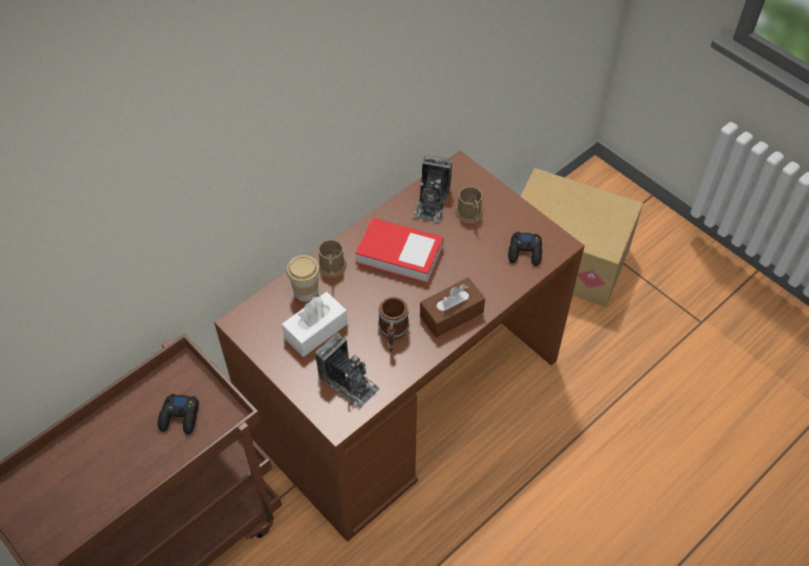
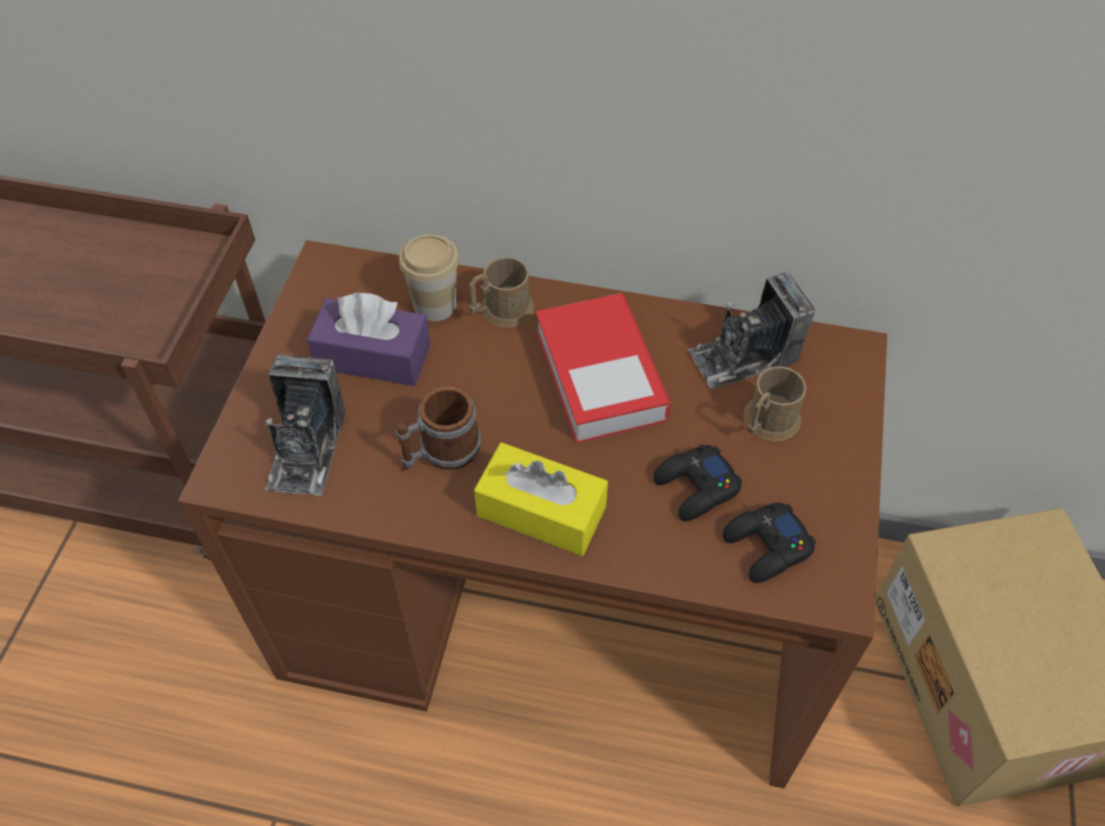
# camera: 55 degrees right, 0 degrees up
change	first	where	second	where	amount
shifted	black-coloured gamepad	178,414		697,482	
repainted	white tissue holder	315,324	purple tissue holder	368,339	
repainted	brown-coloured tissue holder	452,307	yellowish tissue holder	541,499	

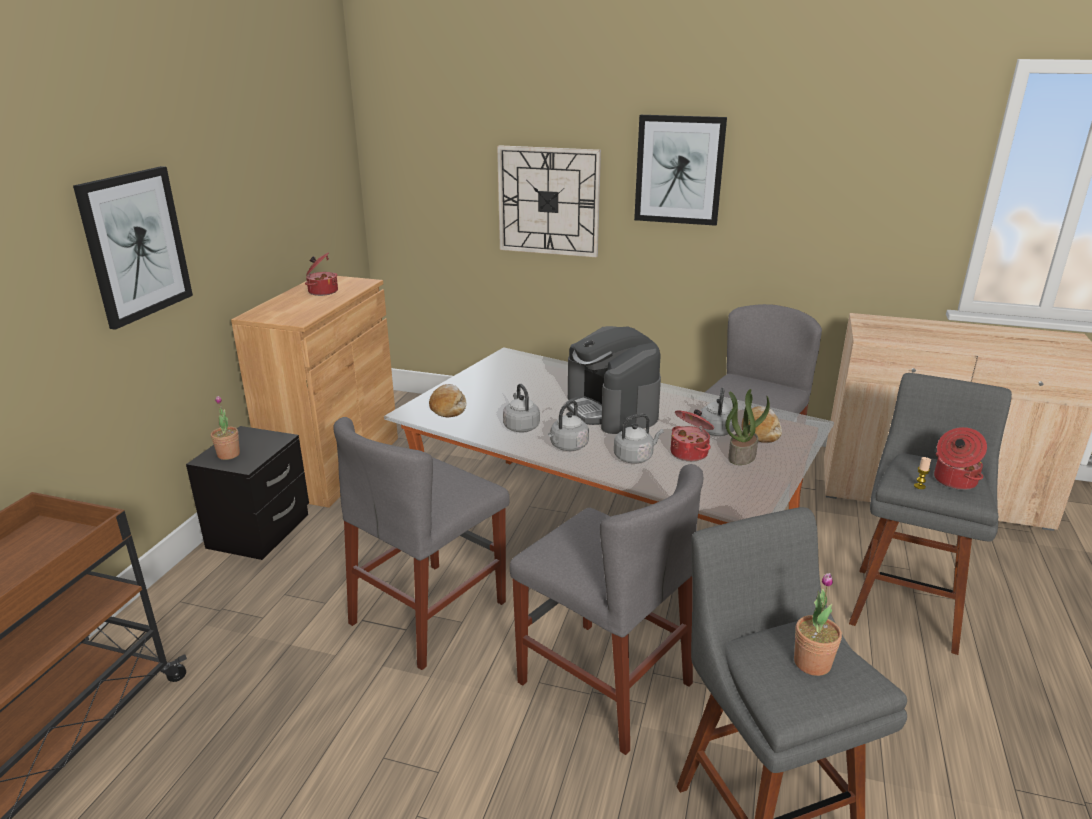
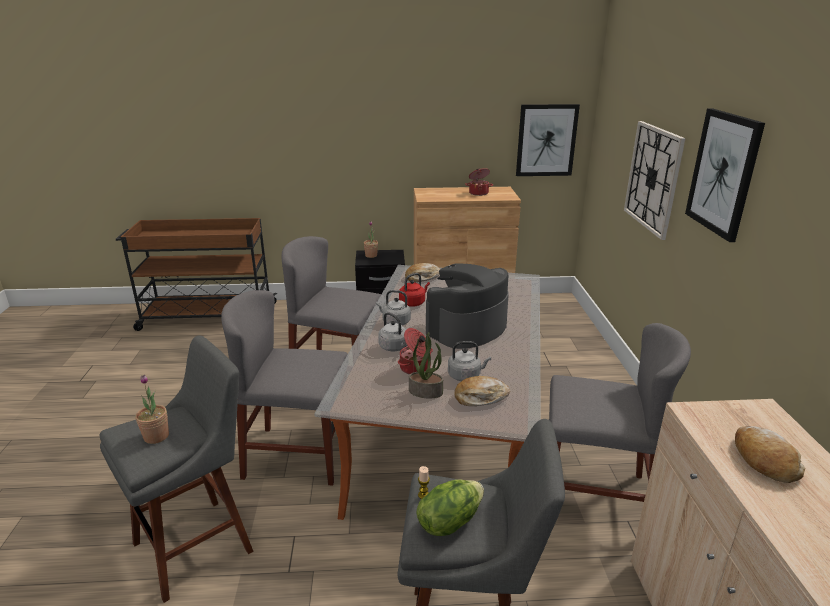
# camera: 70 degrees right, 0 degrees up
change	first	where	second	where	amount
new			bread	770,454	
shifted	picture	133,248		548,140	
swapped	saucepot	960,458	head of lettuce	450,507	
repainted	grey water kettle	521,408	reddish water kettle	414,290	
rotated	grey plain chair	606,609		285,388	75 degrees clockwise

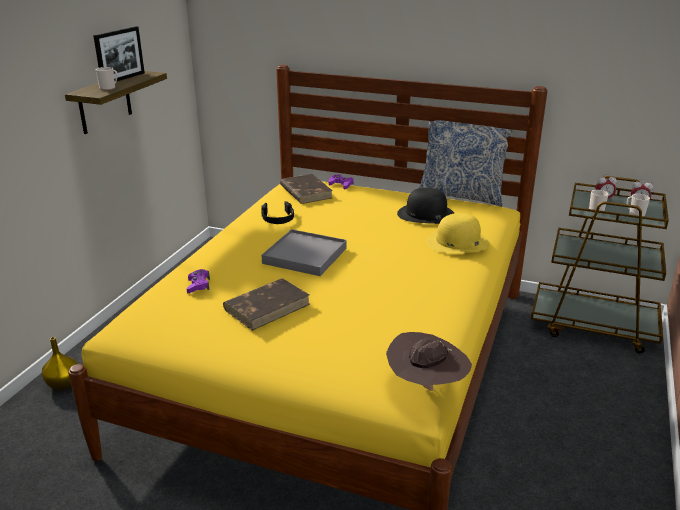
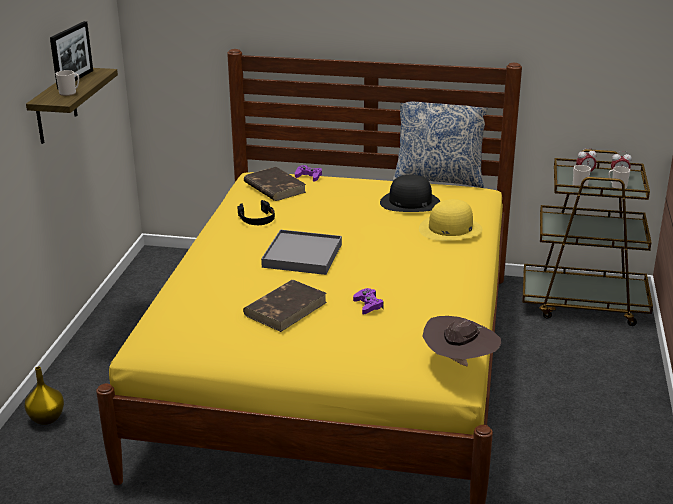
# camera: 10 degrees left, 0 degrees up
change	first	where	second	where	amount
shifted	purple gamepad	198,281		368,301	

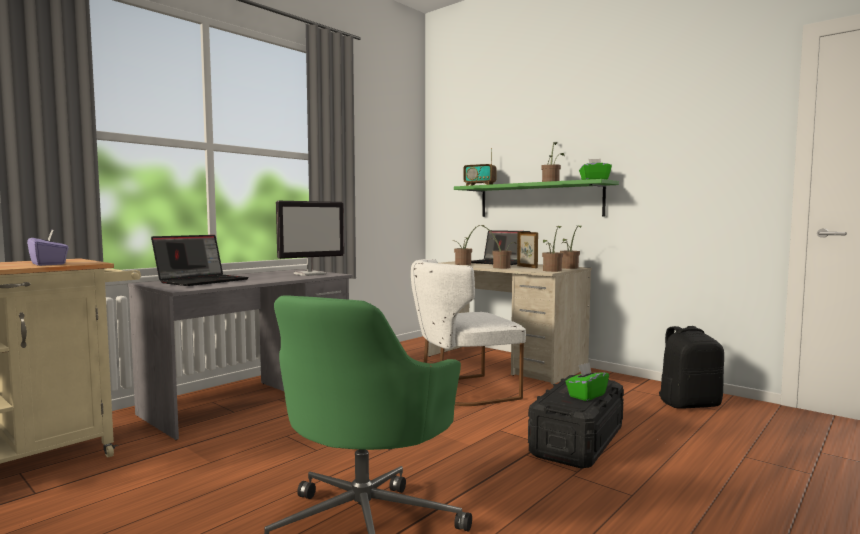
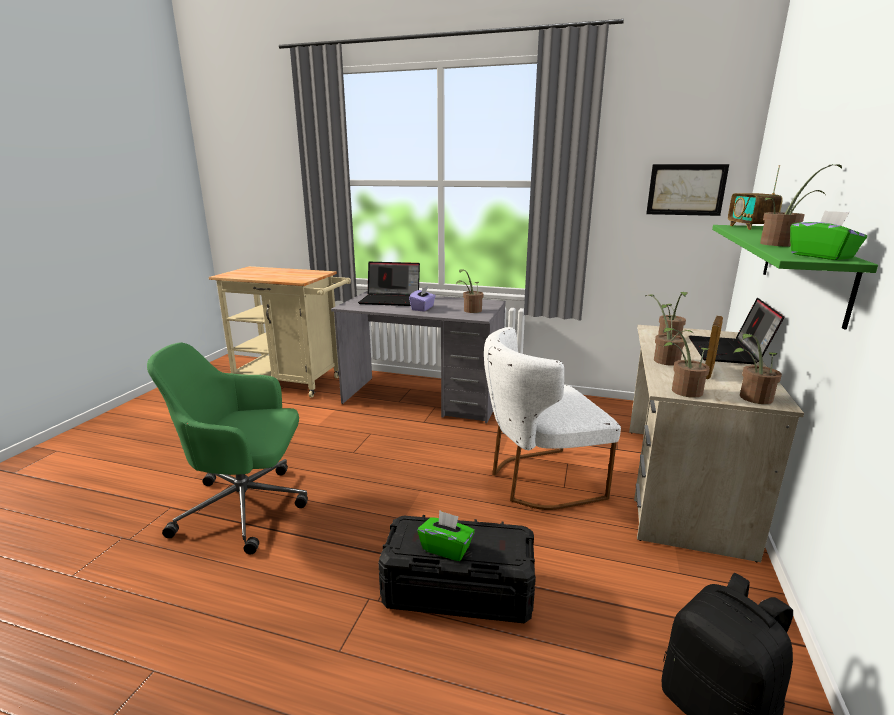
# camera: 65 degrees right, 15 degrees up
change	first	where	second	where	amount
new			picture	687,190	
shifted	purple tissue holder	48,248		422,298	
swapped	computer screen	310,238	potted plant	469,291	
rotated	white plain chair	468,332		552,418	60 degrees counterclockwise

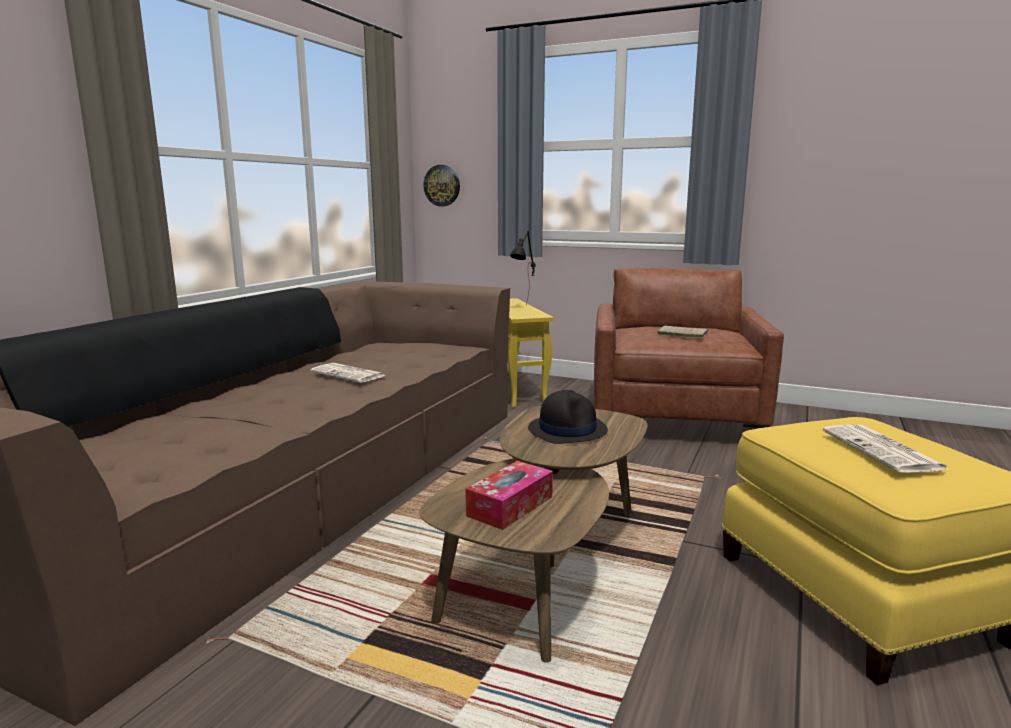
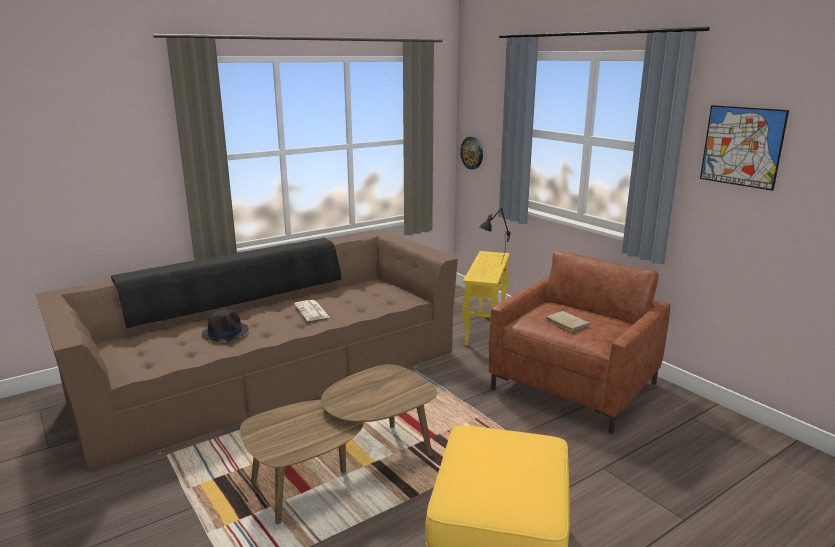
# camera: 30 degrees right, 5 degrees up
change	first	where	second	where	amount
gone	tissue holder	509,495			
gone	daily paper	886,448			
new			picture	744,148	
shifted	black-coloured hat	568,417		225,325	

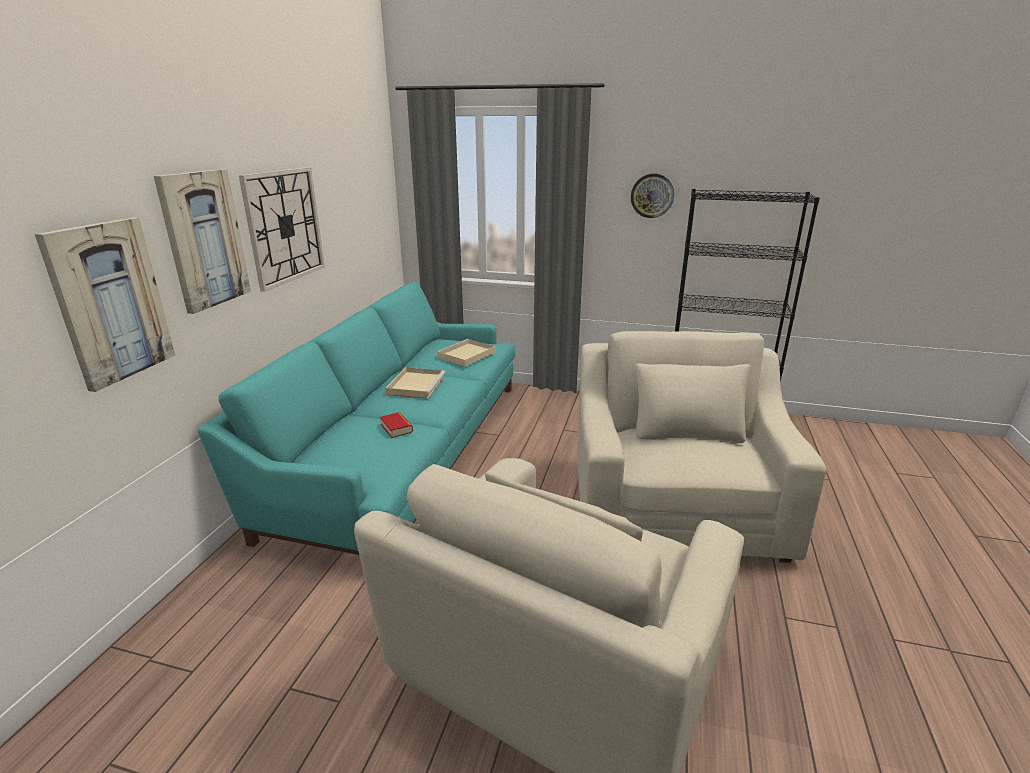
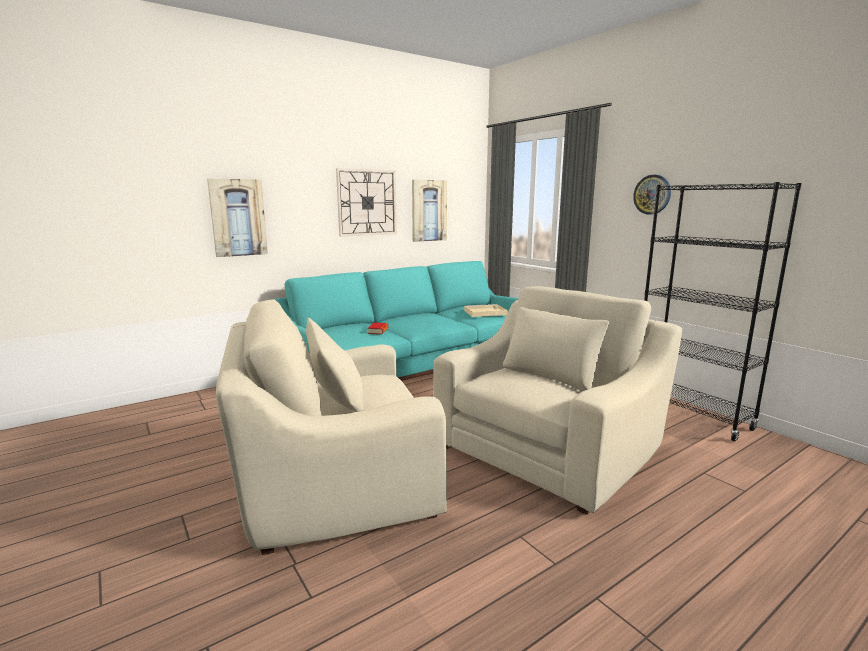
# camera: 40 degrees right, 10 degrees down
change	first	where	second	where	amount
gone	sand-coloured carrying tray	415,383			
shifted	picture	202,241		429,211	

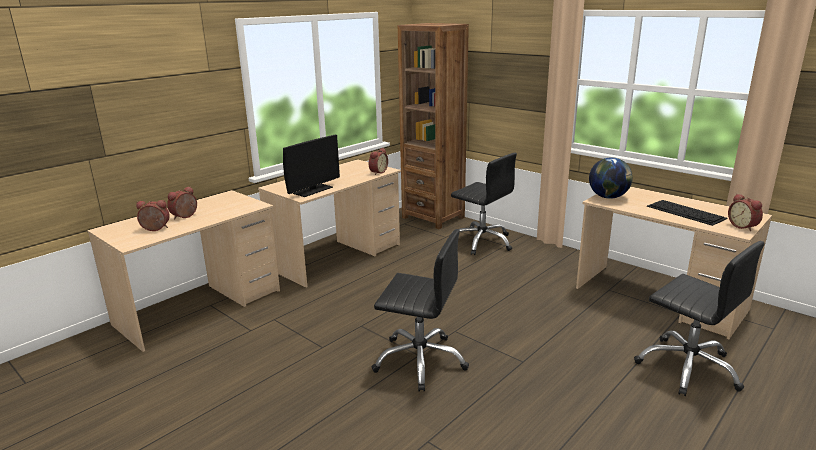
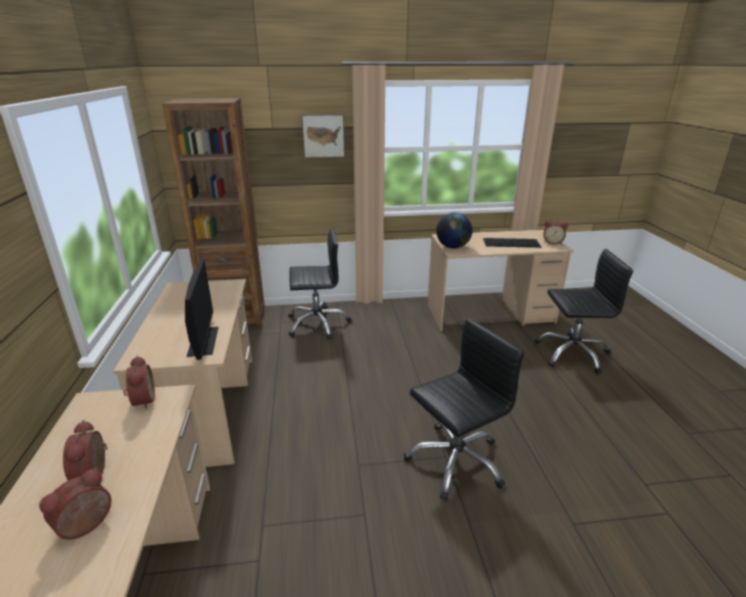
# camera: 50 degrees left, 5 degrees up
change	first	where	second	where	amount
new			picture	323,136	
shifted	table clock	378,161		139,382	

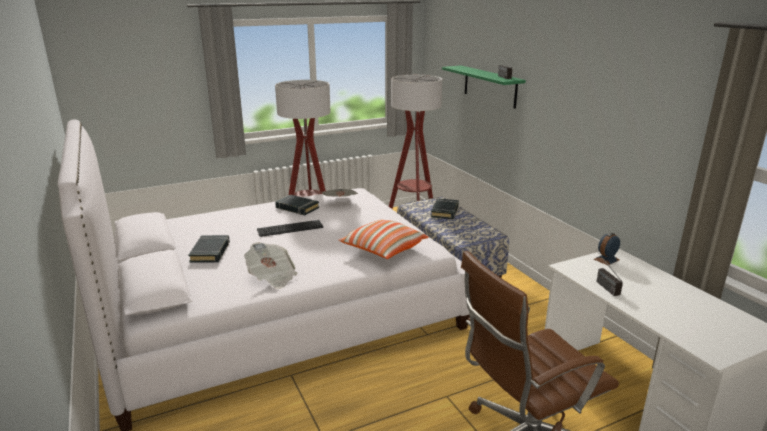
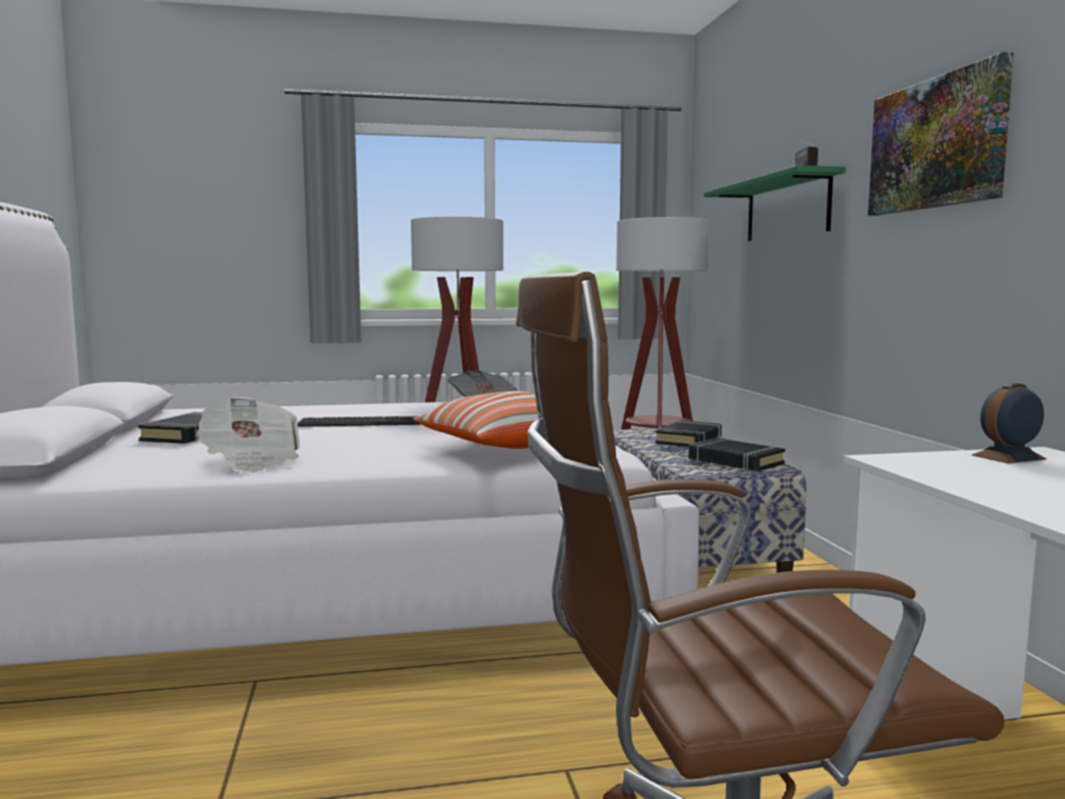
# camera: 15 degrees right, 15 degrees down
change	first	where	second	where	amount
gone	radio set	609,275			
new			picture	941,134	
shifted	black-coloured volume	297,205		736,454	

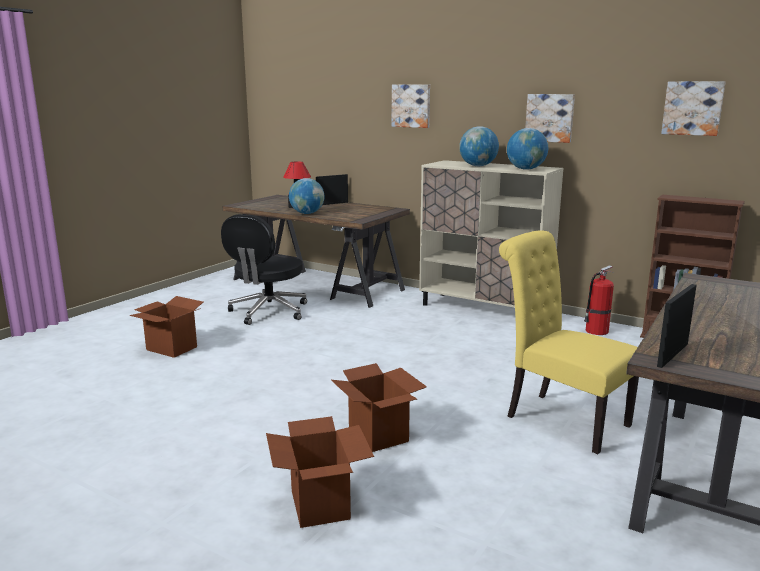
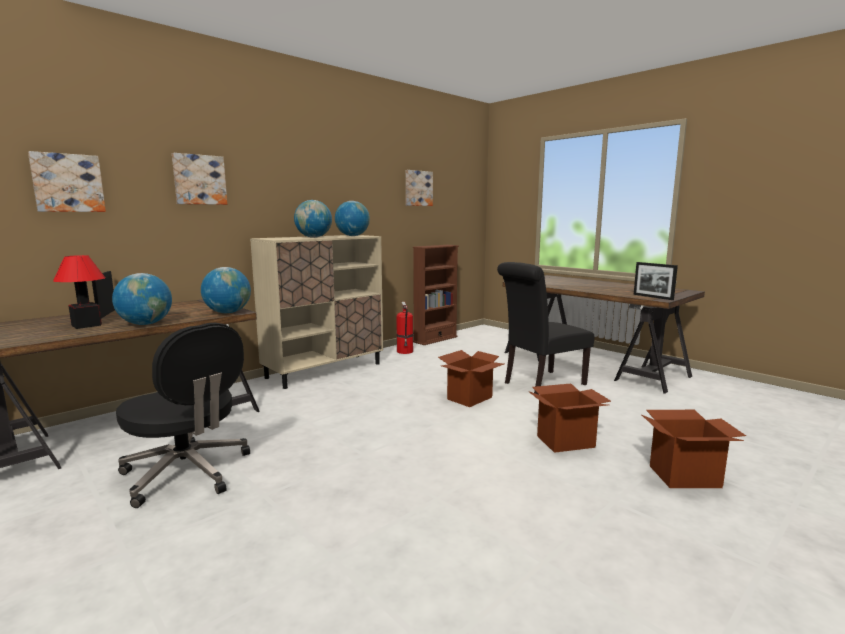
# camera: 75 degrees left, 5 degrees down
change	first	where	second	where	amount
new			globe	226,290	
shifted	carton	166,327		471,378	
shifted	picture	550,118		67,181	
repainted	yellowish plain chair	569,342	black-coloured plain chair	545,328	

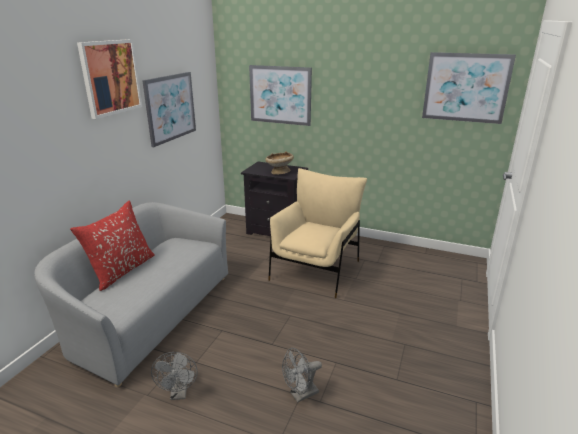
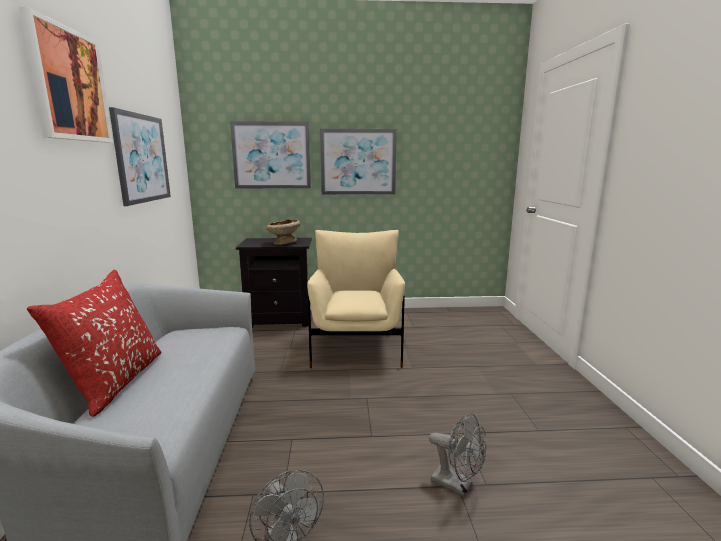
# camera: 25 degrees left, 10 degrees down
change	first	where	second	where	amount
shifted	picture	469,88		358,162	
rotated	grey fan	302,375		458,455	90 degrees counterclockwise

